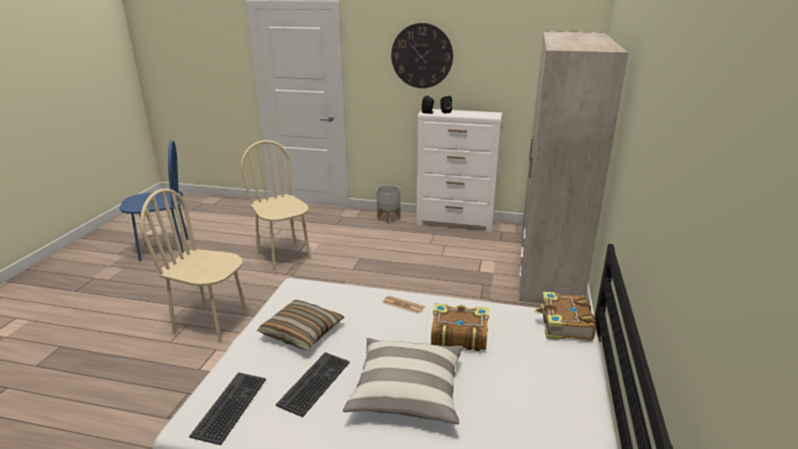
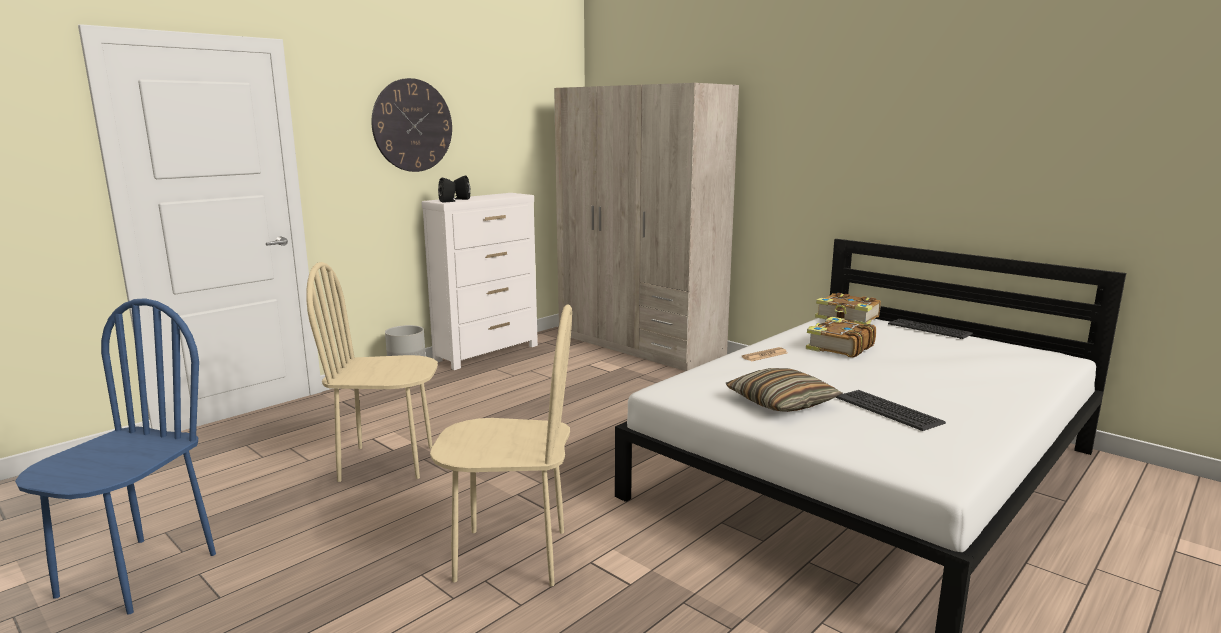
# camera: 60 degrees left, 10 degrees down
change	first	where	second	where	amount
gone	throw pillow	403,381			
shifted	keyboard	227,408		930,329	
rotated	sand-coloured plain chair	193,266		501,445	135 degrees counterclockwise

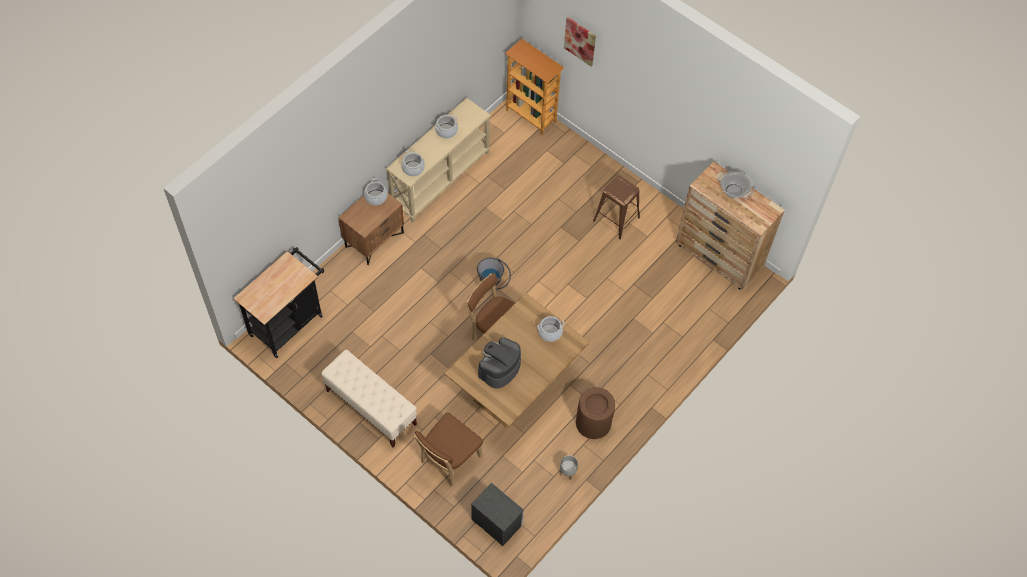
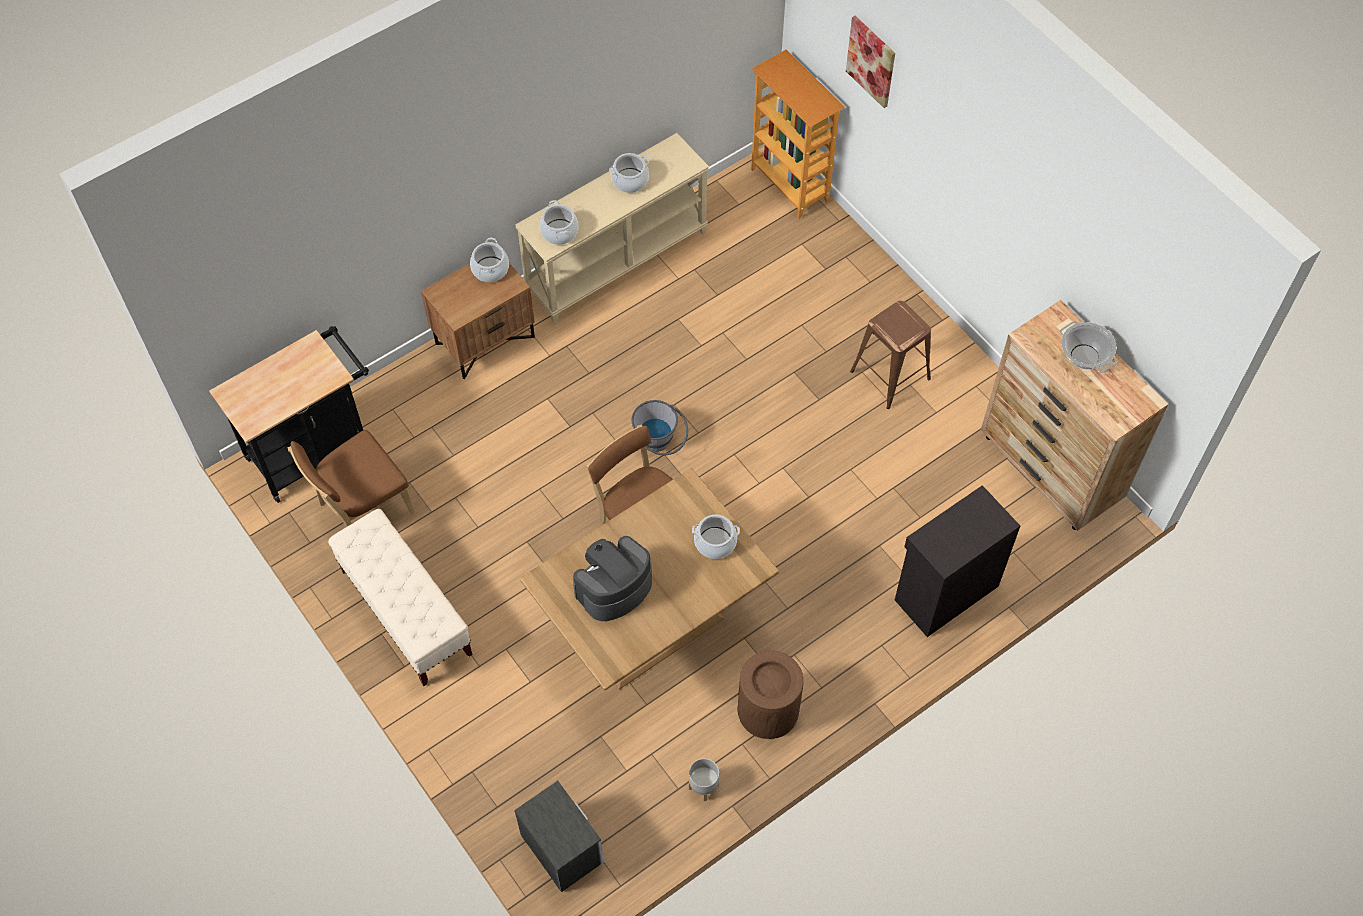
# camera: 15 degrees right, 0 degrees up
change	first	where	second	where	amount
new			black-coloured storage cabinet	957,561	
shifted	brown-coloured plain chair	448,449		351,479	

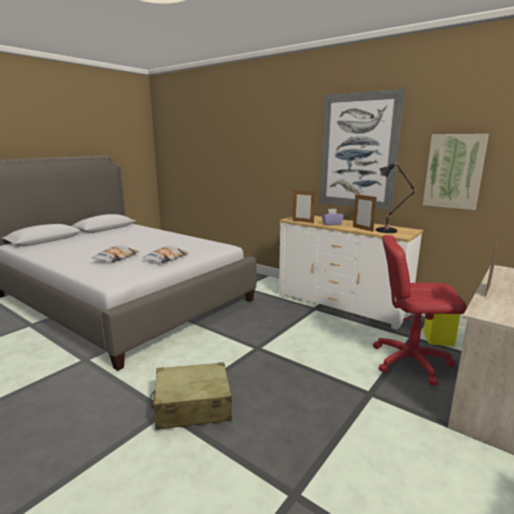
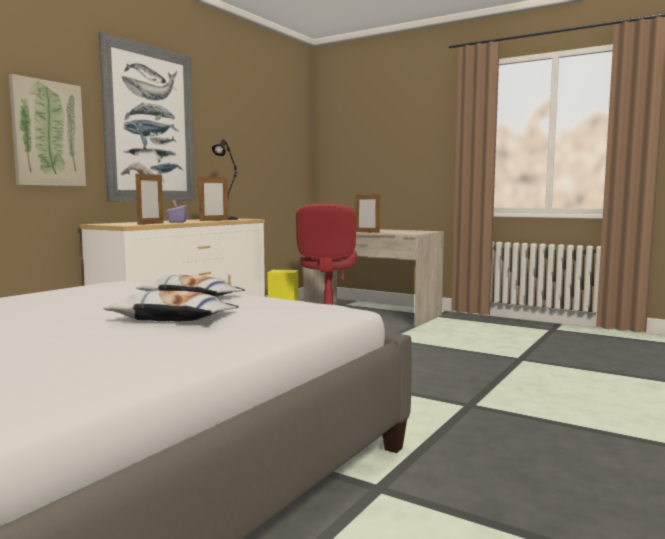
# camera: 95 degrees left, 10 degrees down
change	first	where	second	where	amount
gone	sand-coloured suitcase	191,396			
shifted	picture	456,172		47,130	

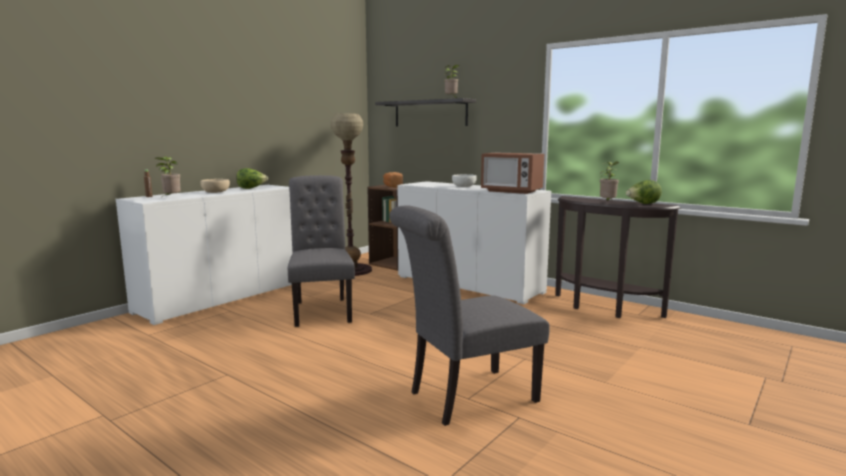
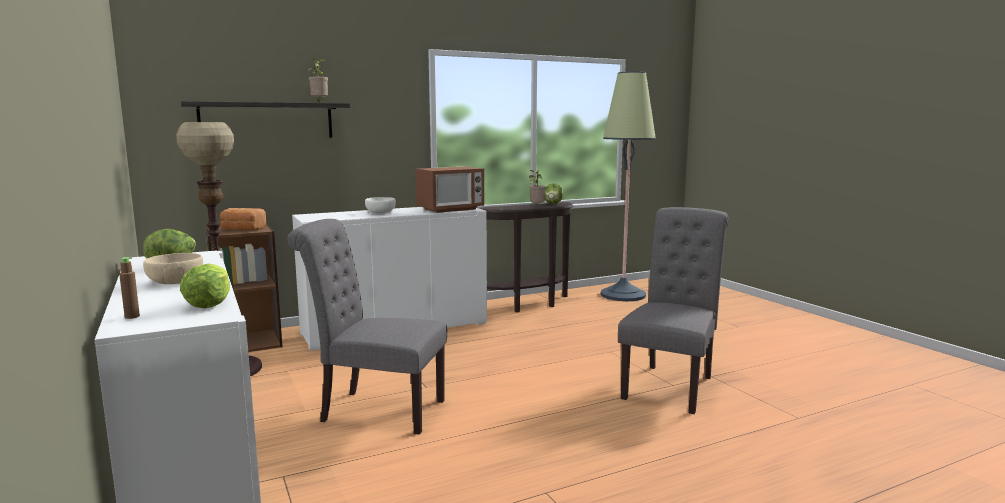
# camera: 65 degrees left, 0 degrees up
change	first	where	second	where	amount
new			floor lamp	628,186	
swapped	potted plant	167,176	head of lettuce	205,286	
rotated	grey plain chair	469,316		673,310	150 degrees counterclockwise

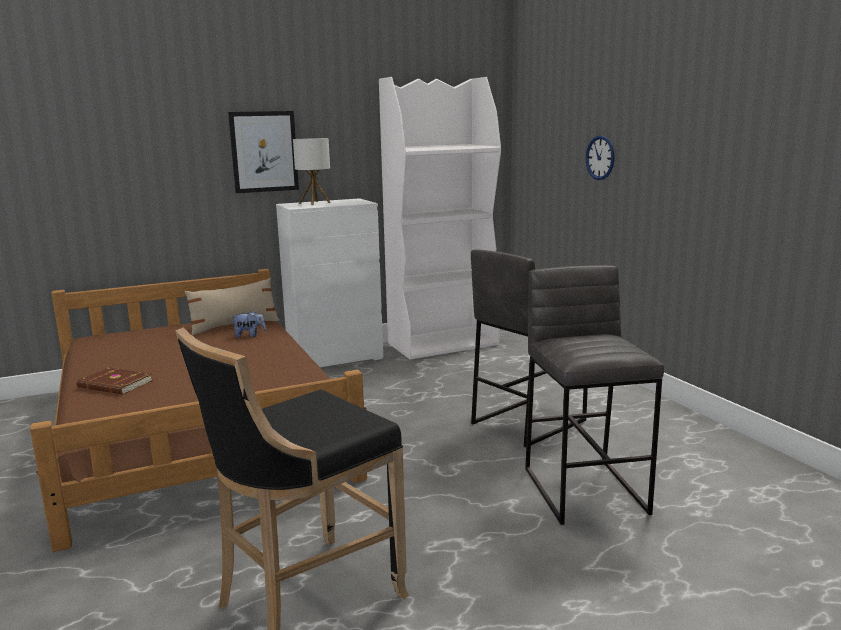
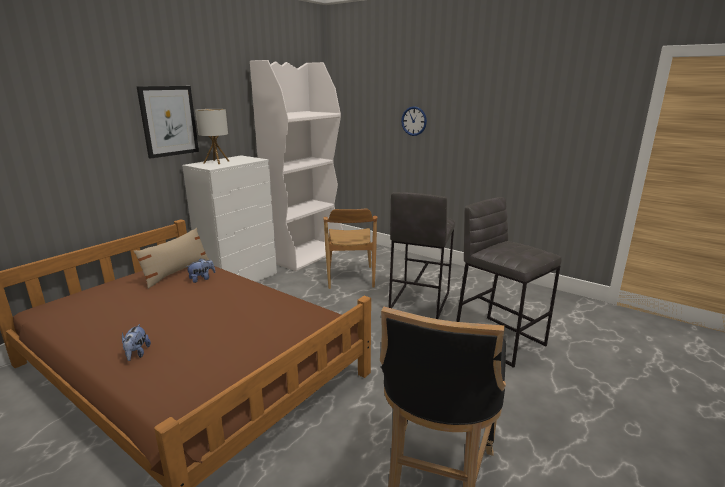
# camera: 30 degrees left, 5 degrees up
change	first	where	second	where	amount
new			brown-coloured plain chair	350,249	
swapped	brown-coloured volume	115,381	cuddly toy	136,342	

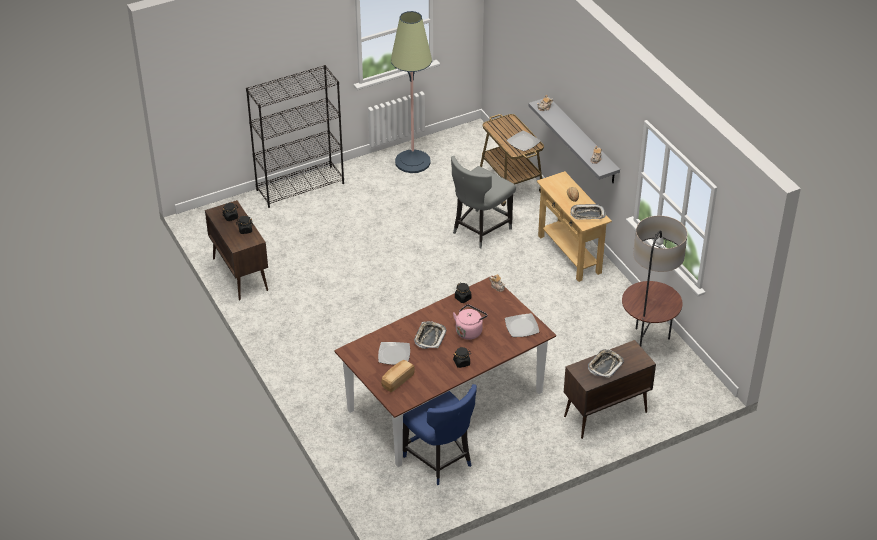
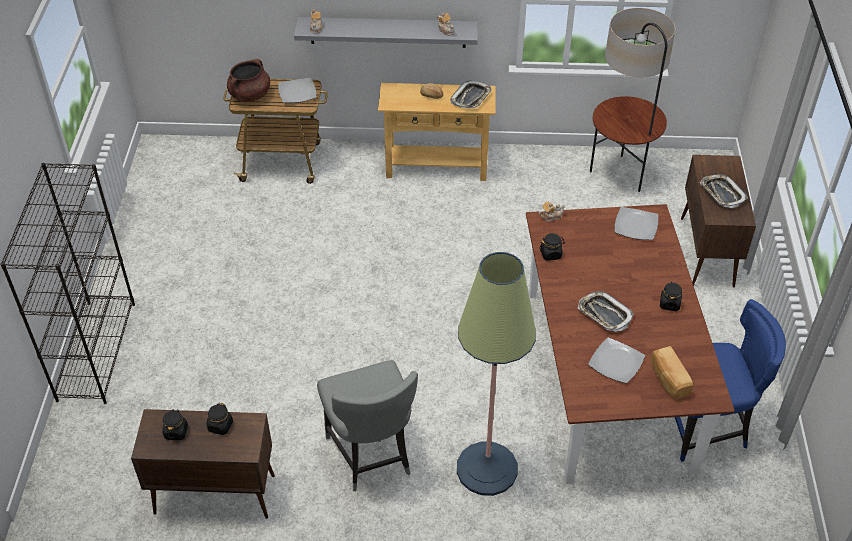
# camera: 60 degrees left, 5 degrees up
change	first	where	second	where	amount
gone	pink-coloured water kettle	470,322			
new			brown-coloured saucepot	248,80	
shifted	floor lamp	411,92		496,374	
shifted	grey plain chair	483,202		367,425	

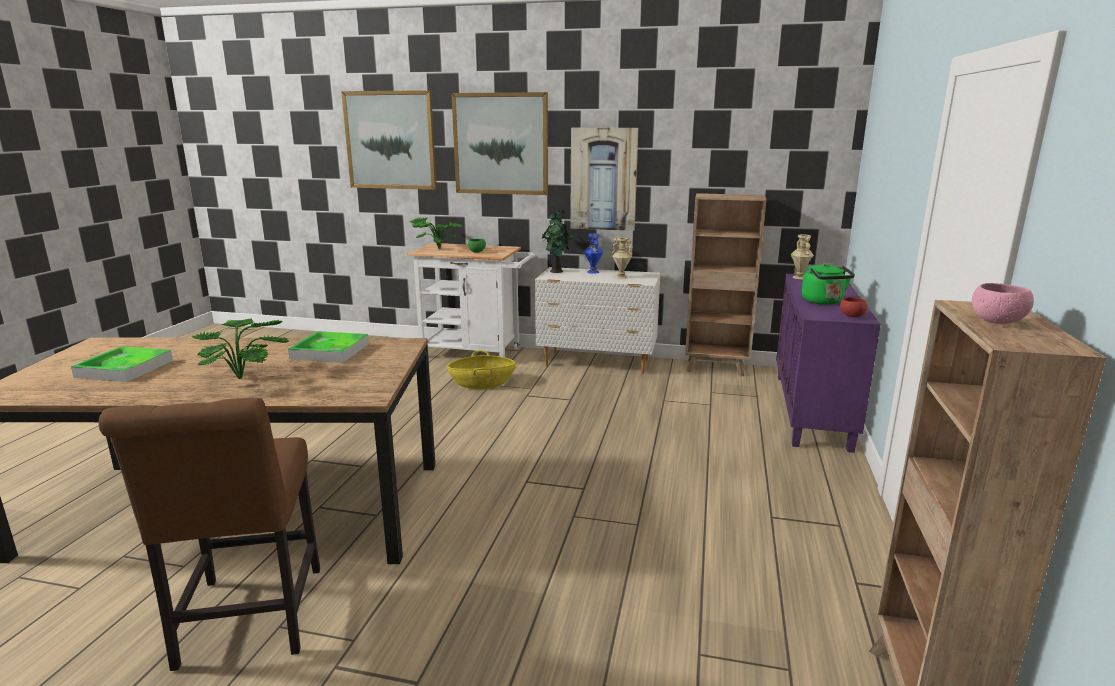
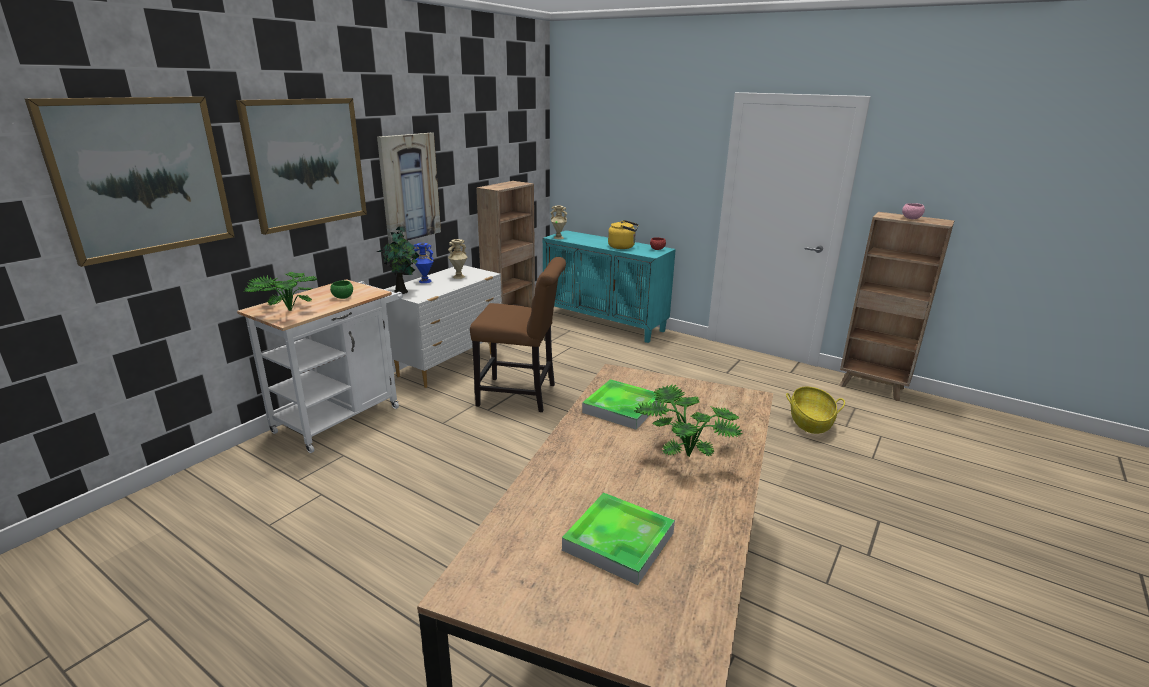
# camera: 70 degrees left, 5 degrees up
change	first	where	second	where	amount
shifted	brown-coloured plain chair	209,534		518,334	
shifted	household basket	481,369		815,410	
repainted	purple storage cabinet	828,363	blue-green storage cabinet	609,286	
repainted	greenish water kettle	828,284	yellowish water kettle	623,234	

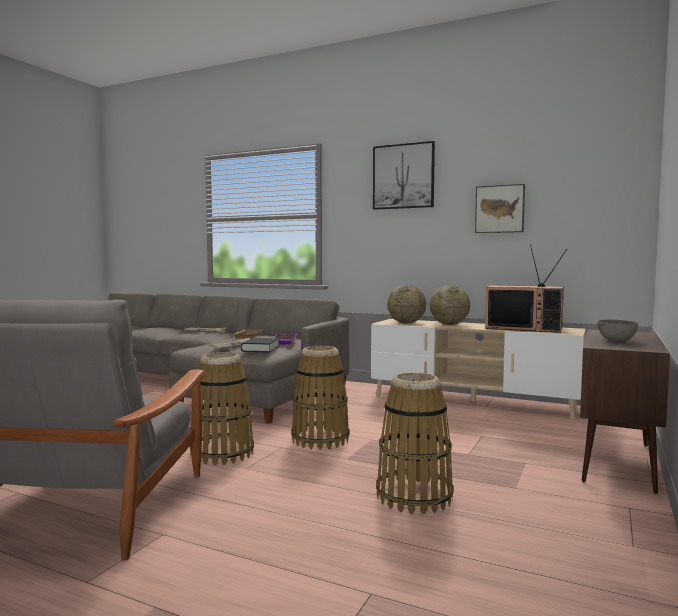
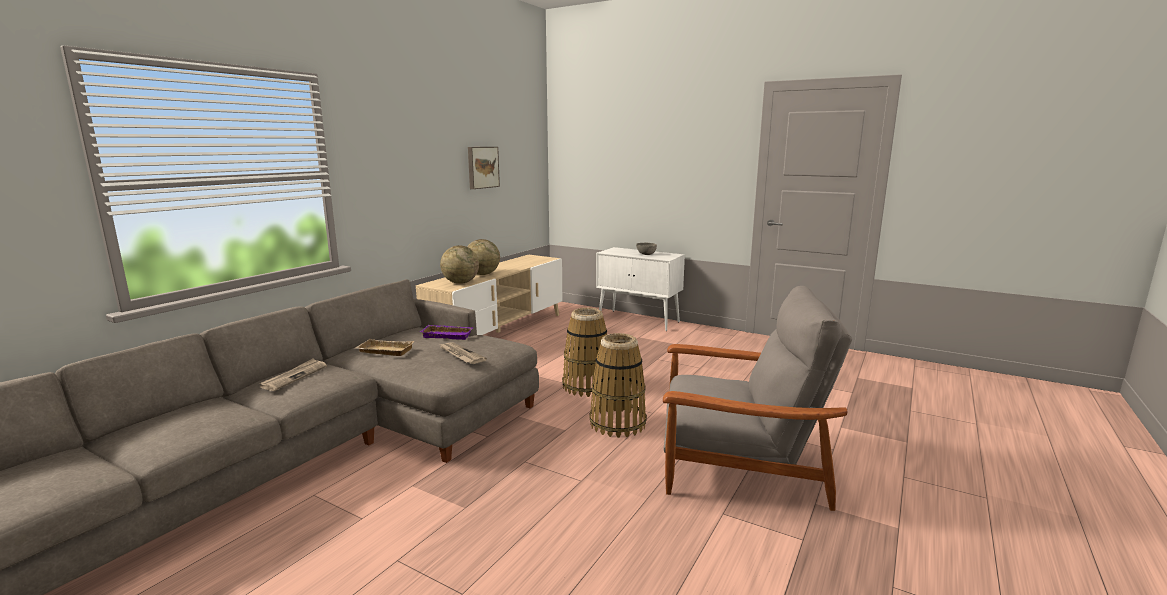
# camera: 85 degrees left, 10 degrees up
change	first	where	second	where	amount
gone	black-coloured volume	260,345			
gone	picture	404,175			
gone	household basket	415,443			
gone	television	526,288			
repainted	brown-coloured storage cabinet	625,412	white storage cabinet	640,289	

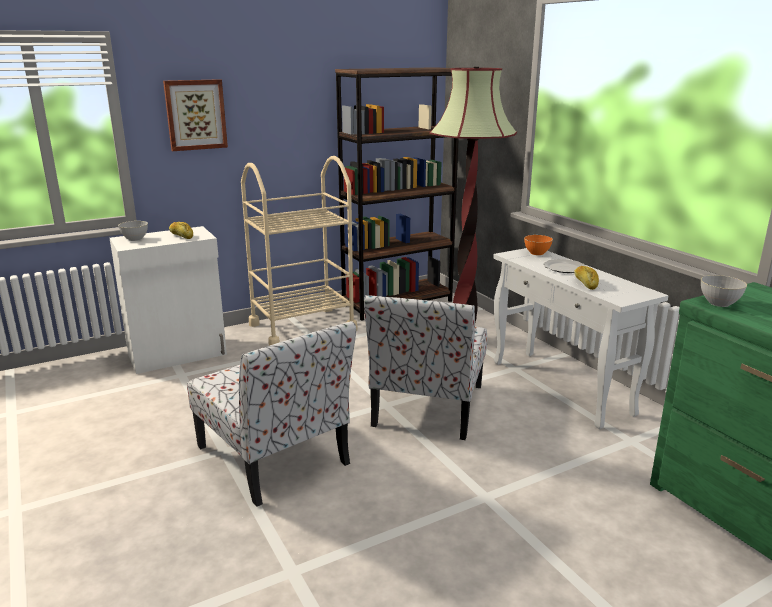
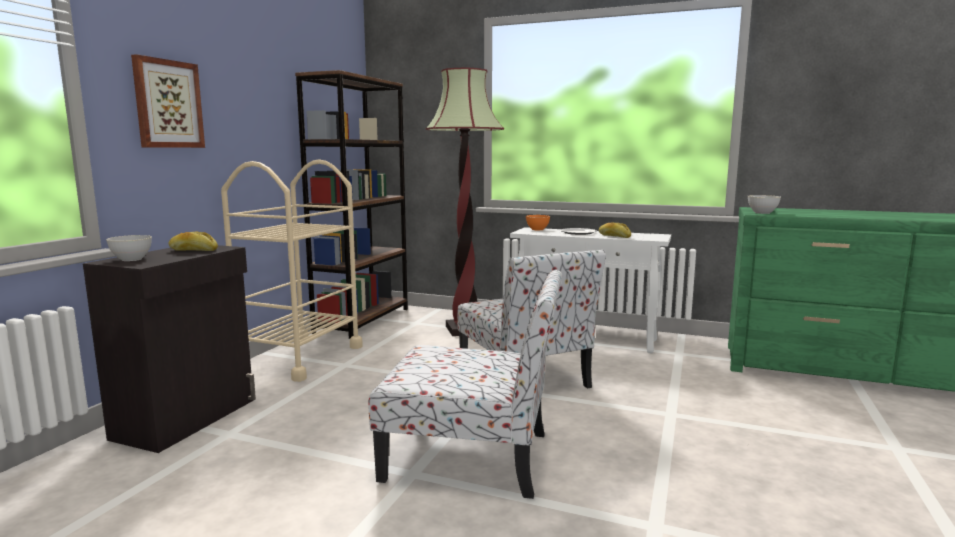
# camera: 40 degrees left, 10 degrees down
change	first	where	second	where	amount
repainted	white storage cabinet	168,300	black-coloured storage cabinet	169,349	

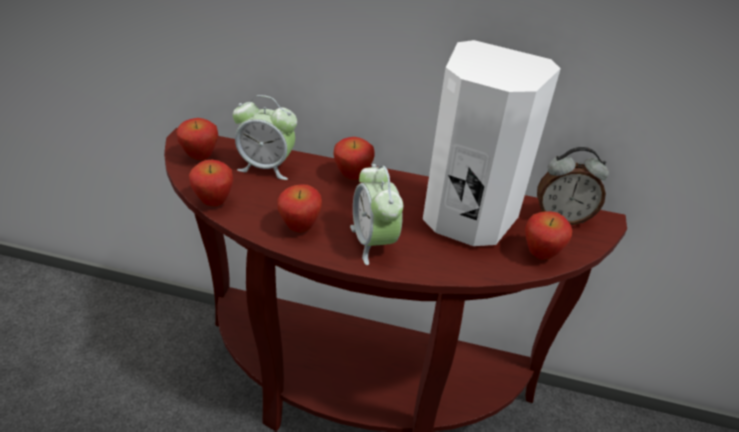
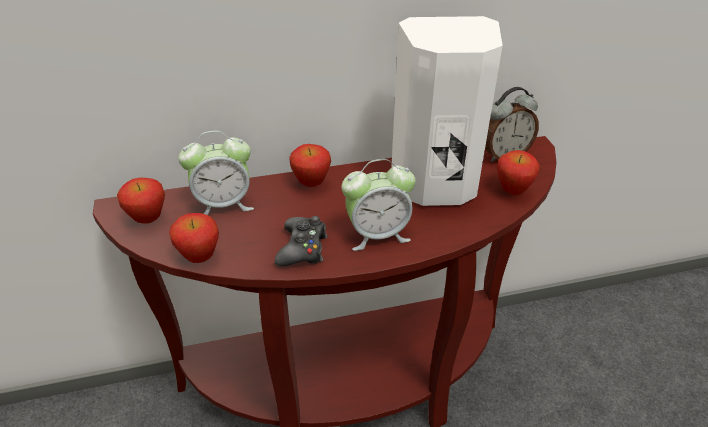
# camera: 25 degrees left, 0 degrees up
change	first	where	second	where	amount
swapped	apple	299,208	black-coloured gamepad	301,241	
rotated	table clock	376,214		378,205	60 degrees counterclockwise

